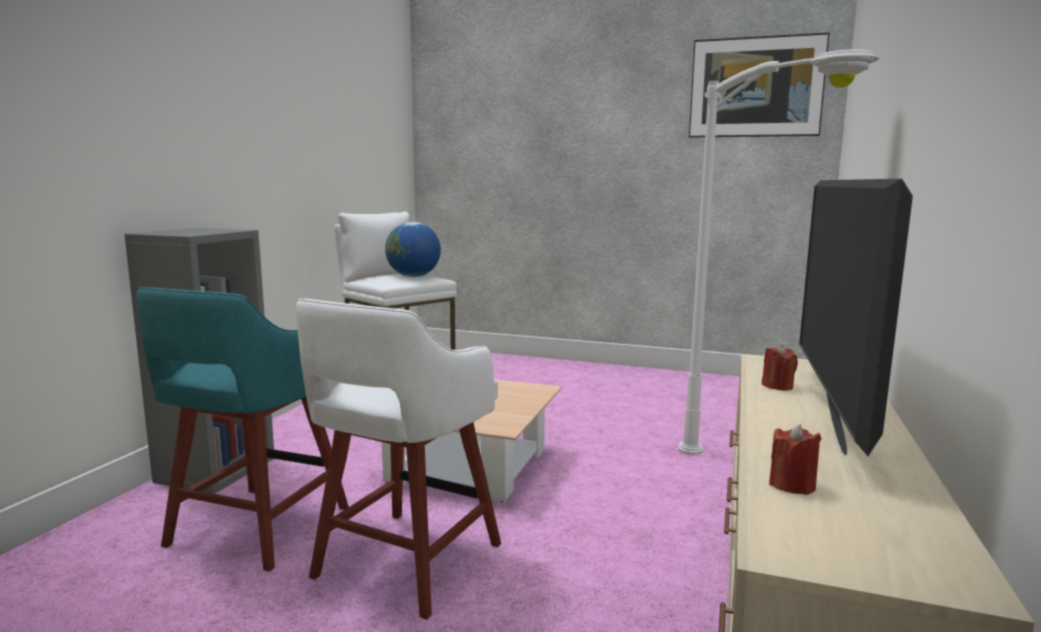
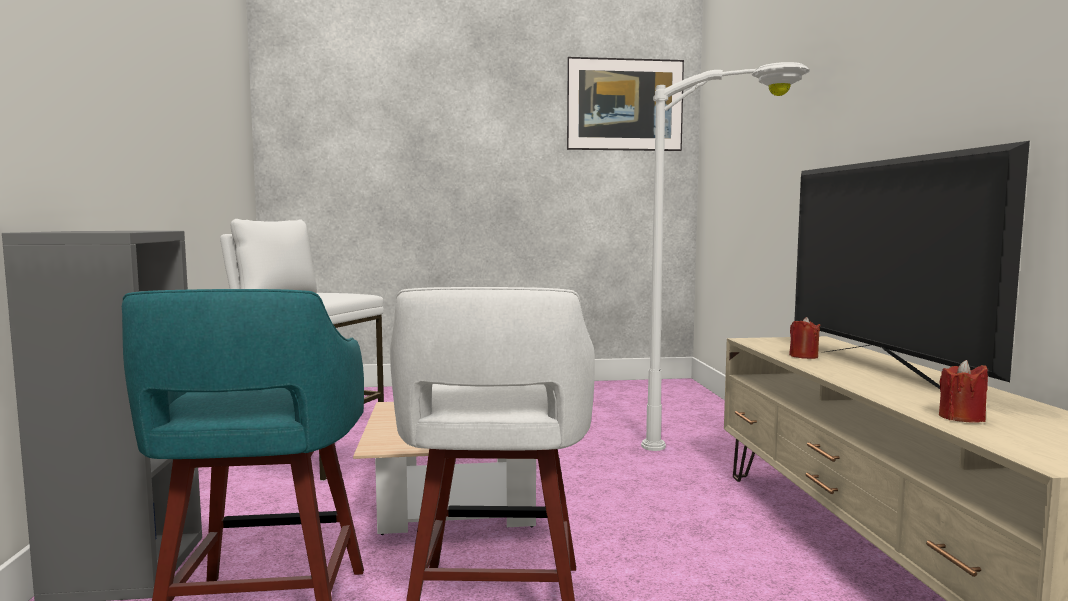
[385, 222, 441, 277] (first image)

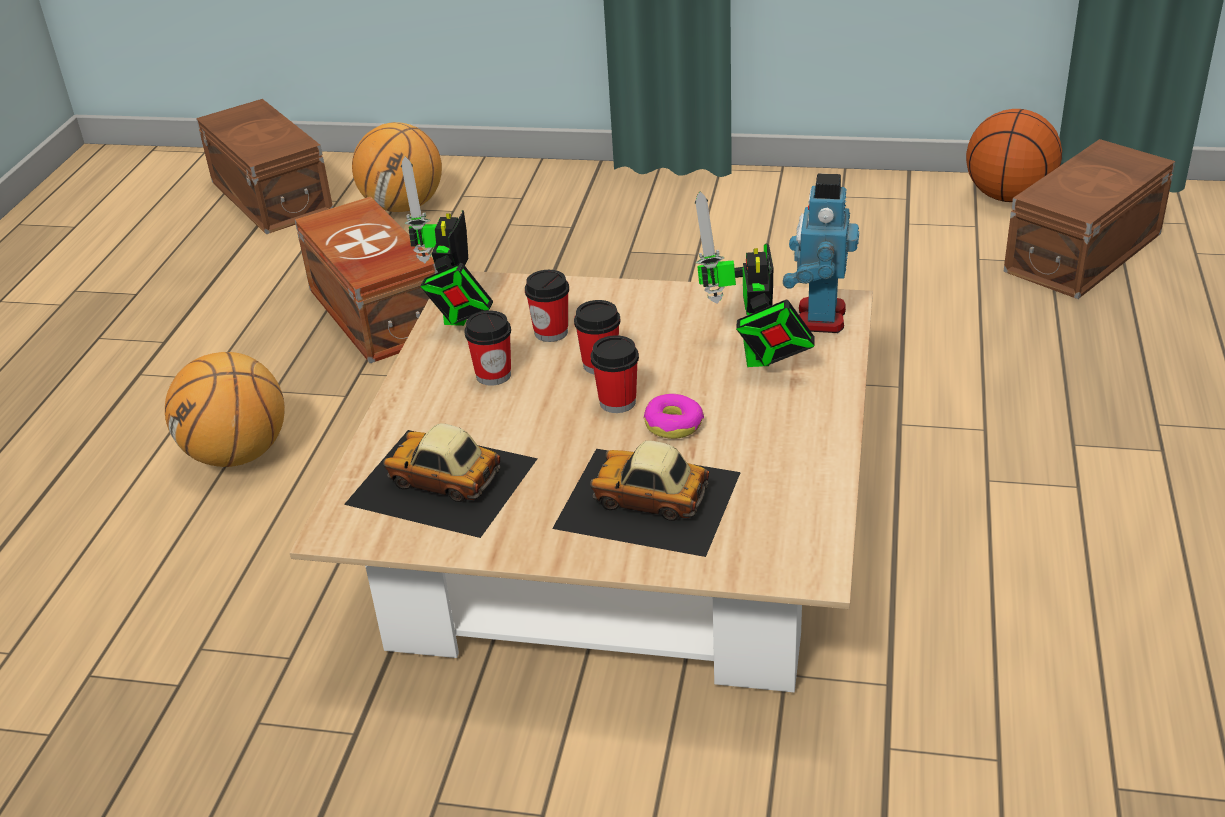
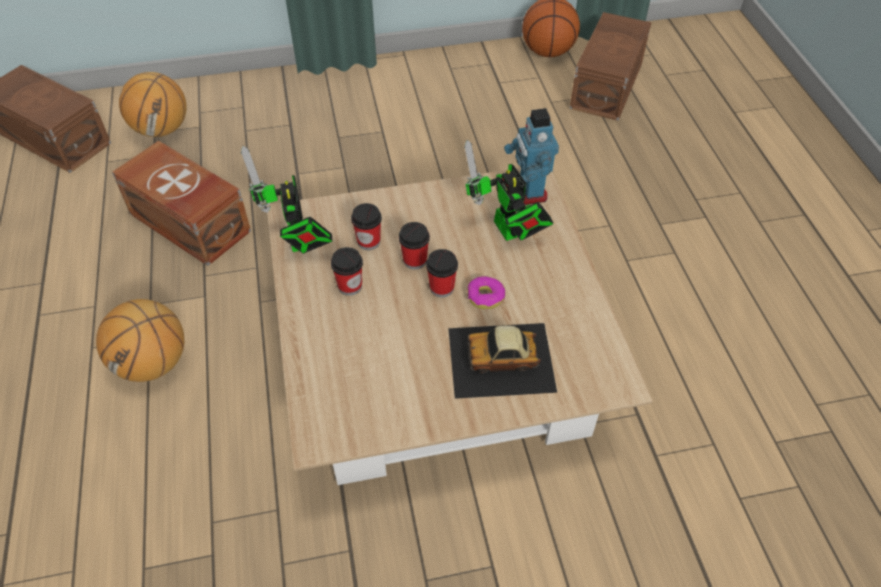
[344, 423, 538, 538] (first image)

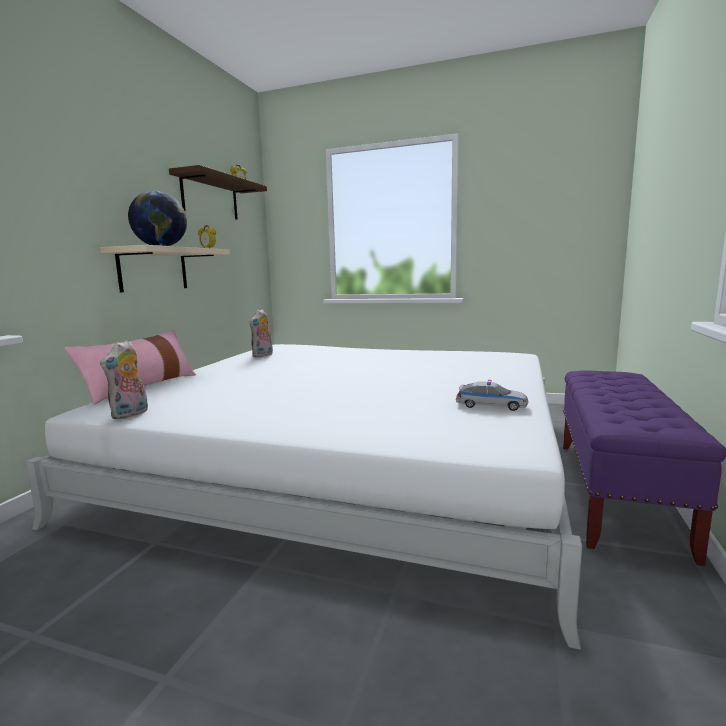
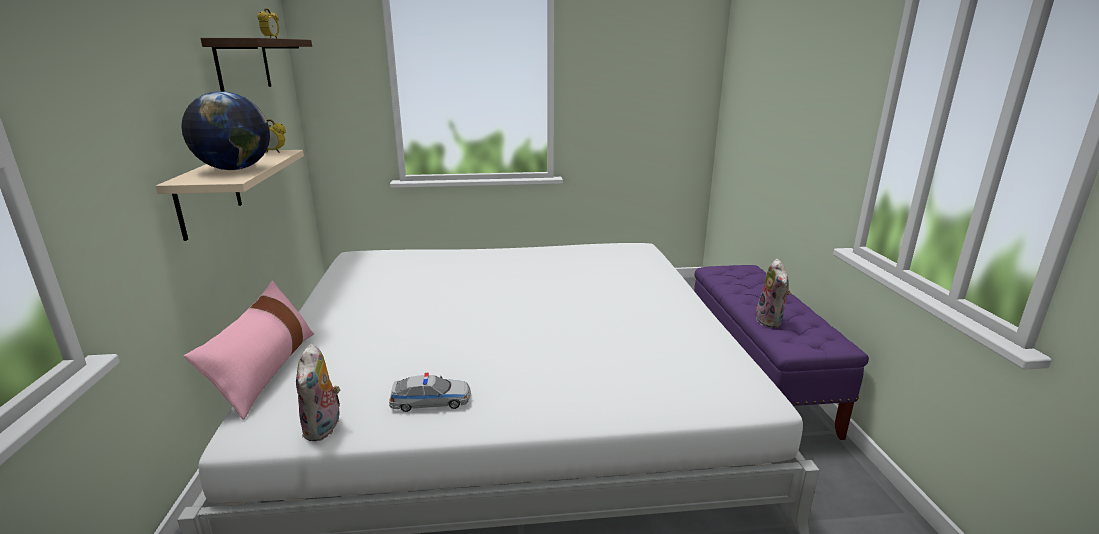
[756, 258, 791, 328]
[389, 373, 471, 412]

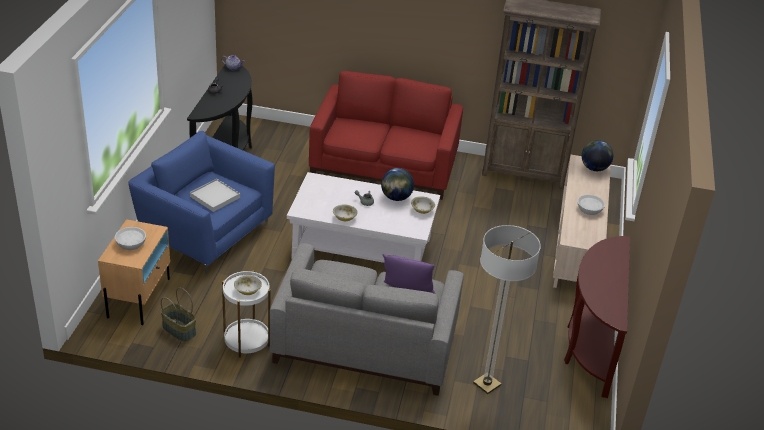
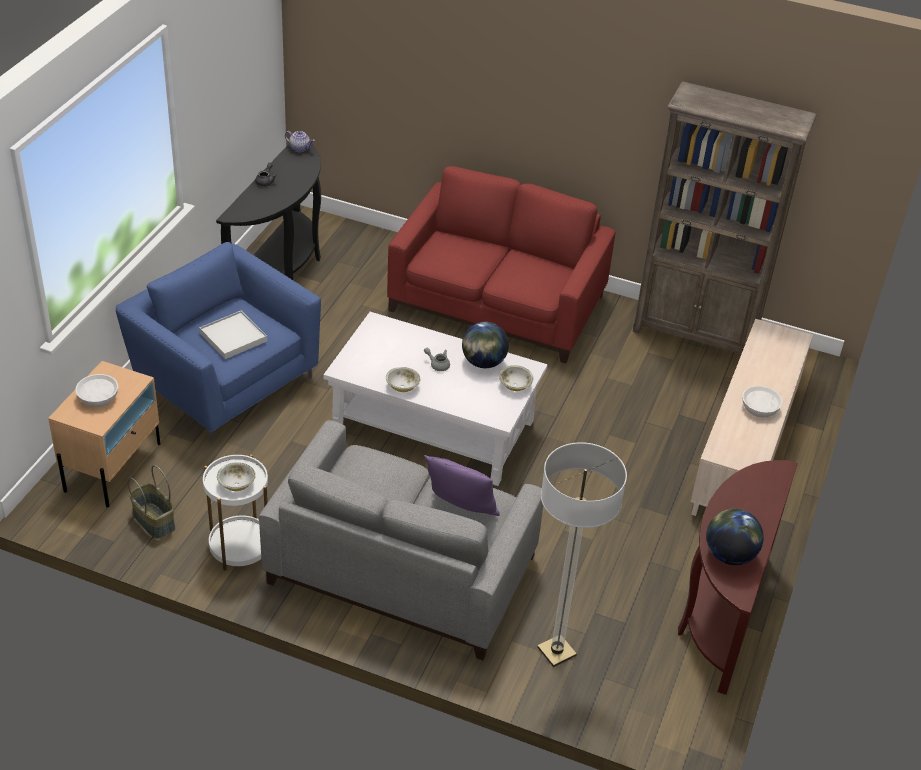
[706, 509, 764, 565]

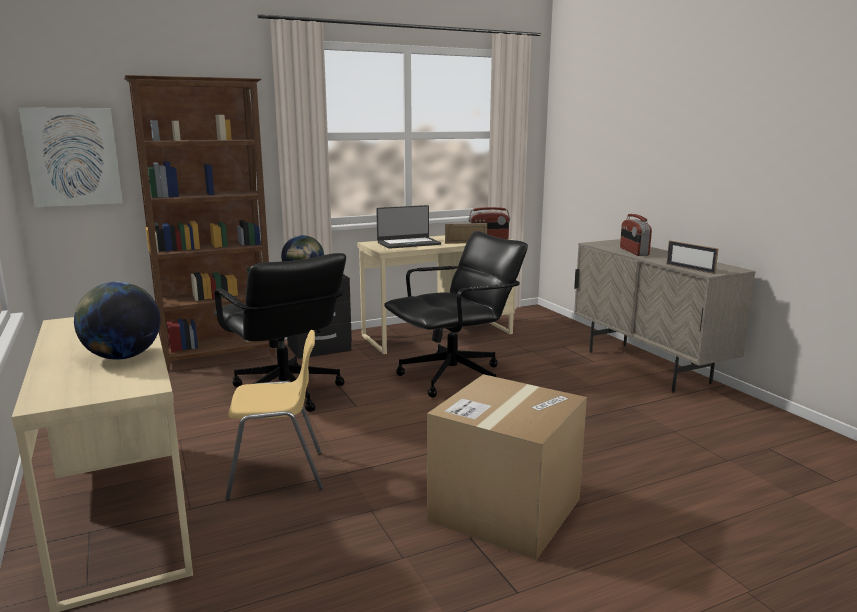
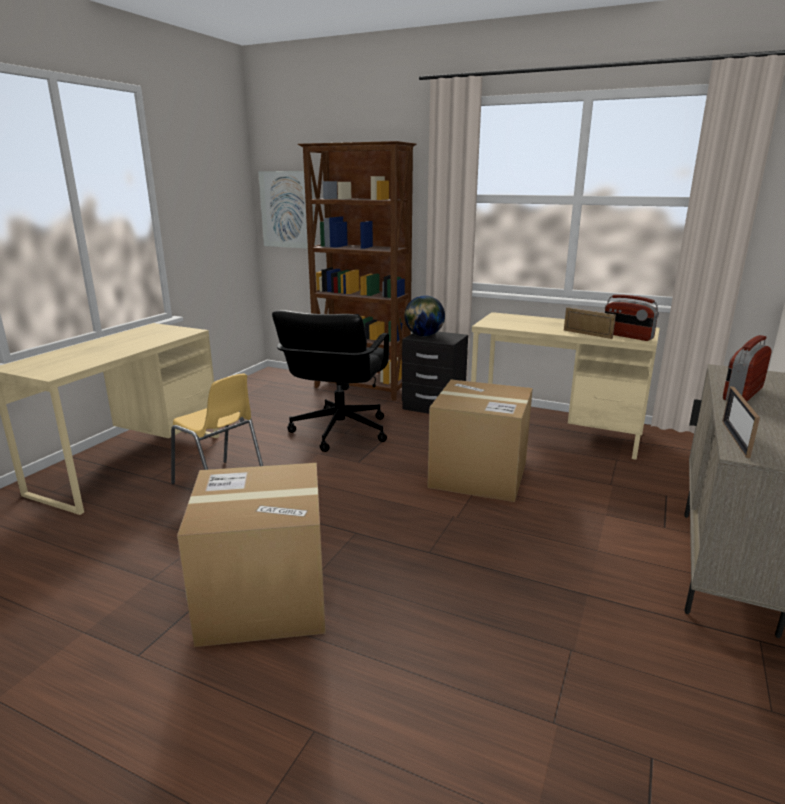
[74, 282, 161, 360] (first image)
[376, 205, 441, 249] (first image)
[427, 380, 533, 502]

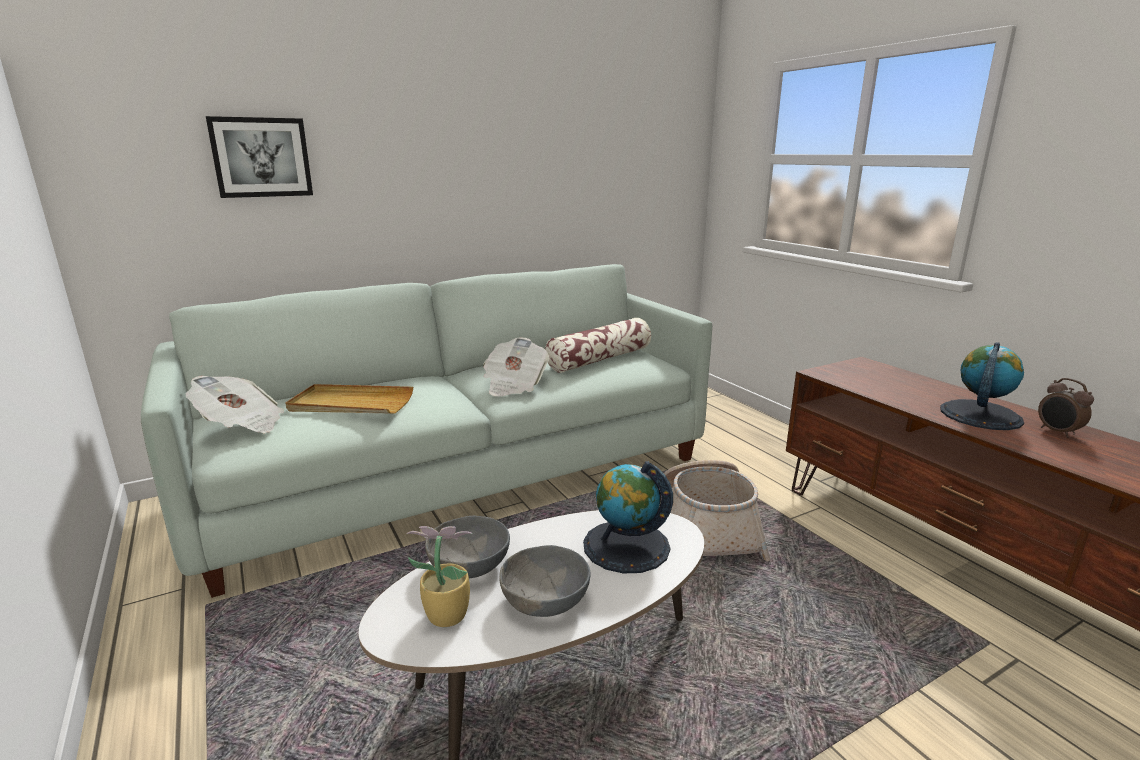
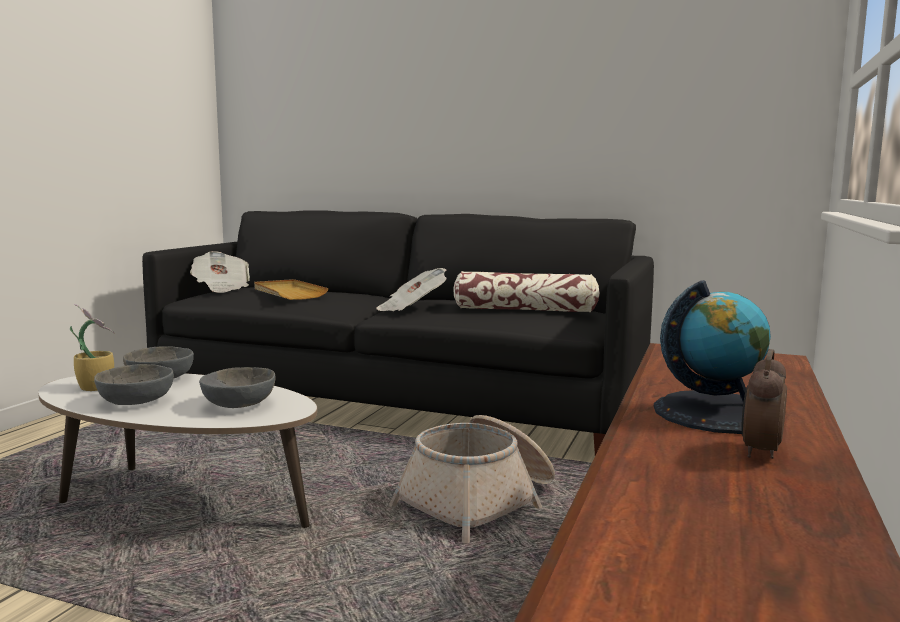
[142, 210, 654, 455]
[206, 116, 313, 198] (first image)
[199, 367, 276, 408]

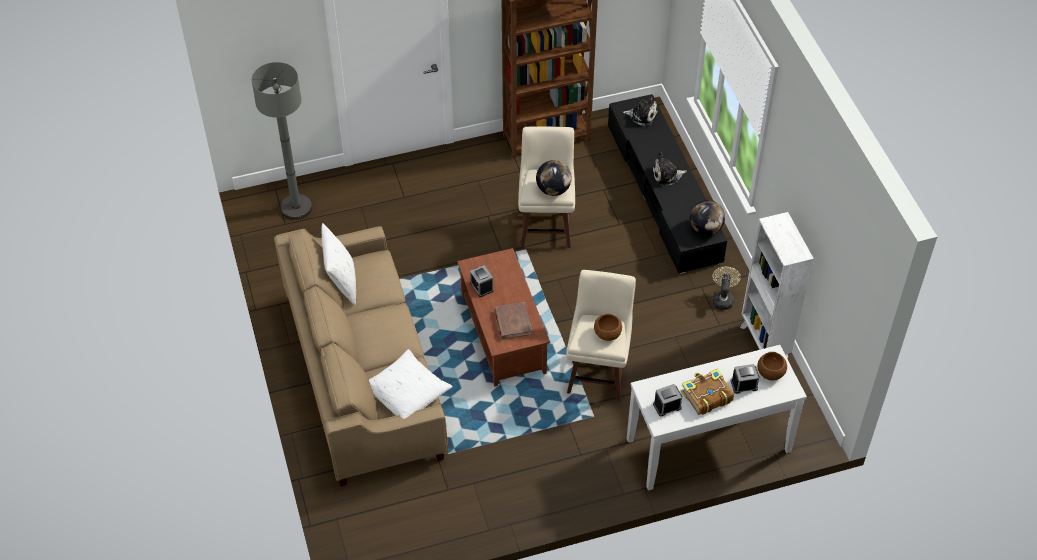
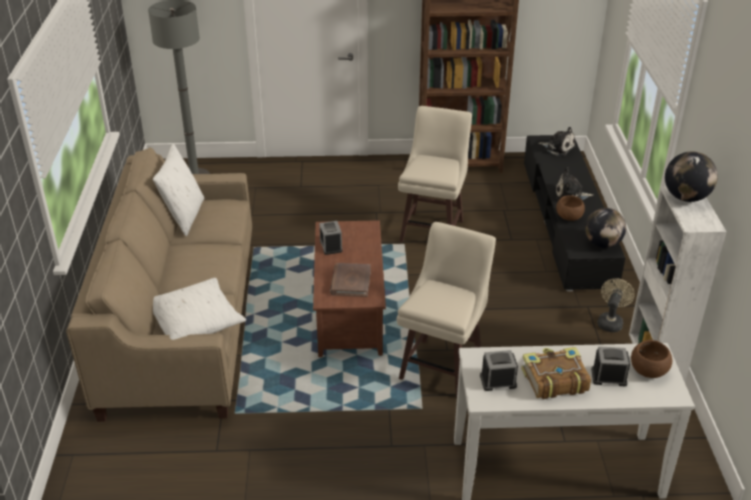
[665, 151, 718, 202]
[556, 195, 585, 221]

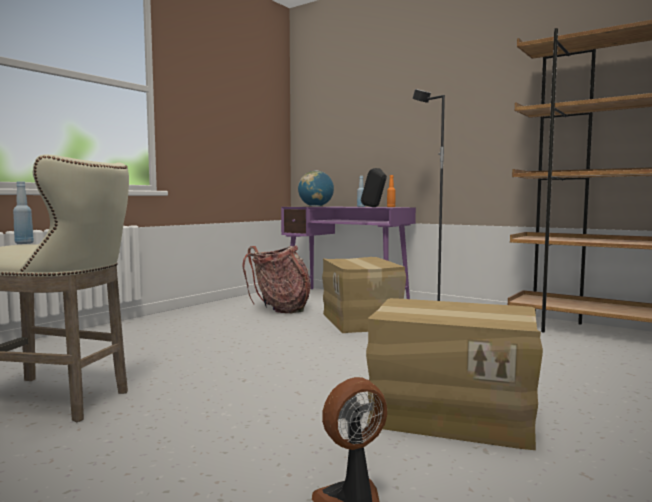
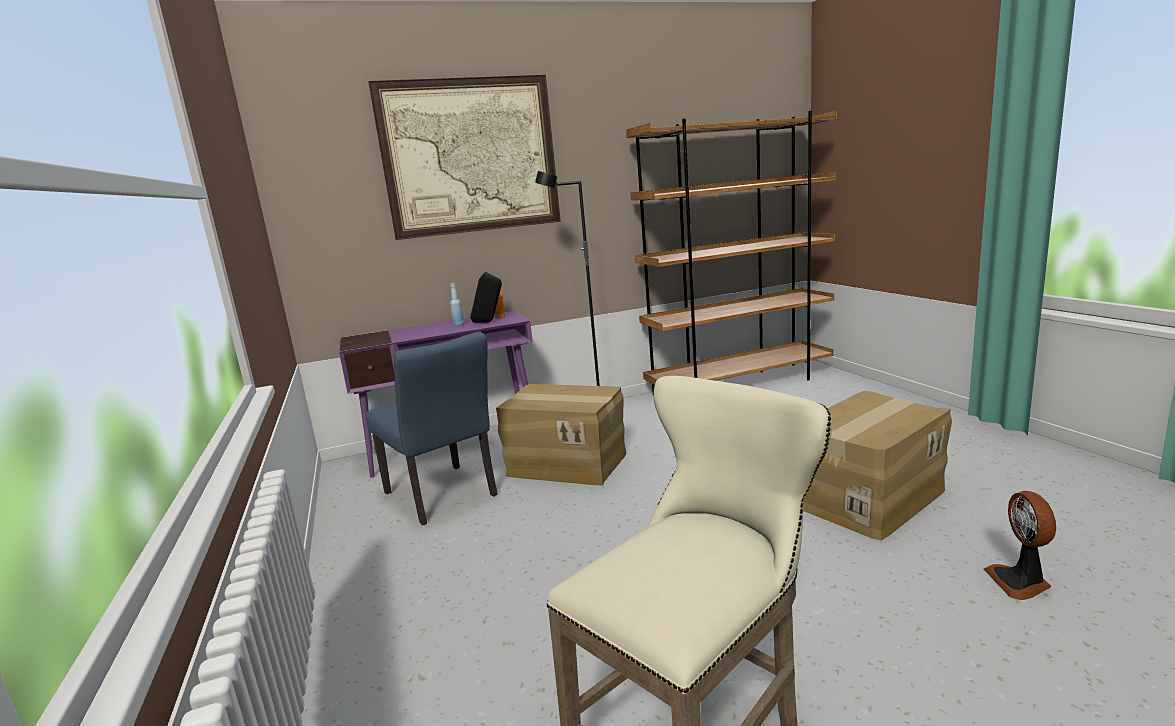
[13, 181, 34, 244] (first image)
[366, 332, 498, 525]
[298, 171, 334, 207] (first image)
[368, 75, 561, 240]

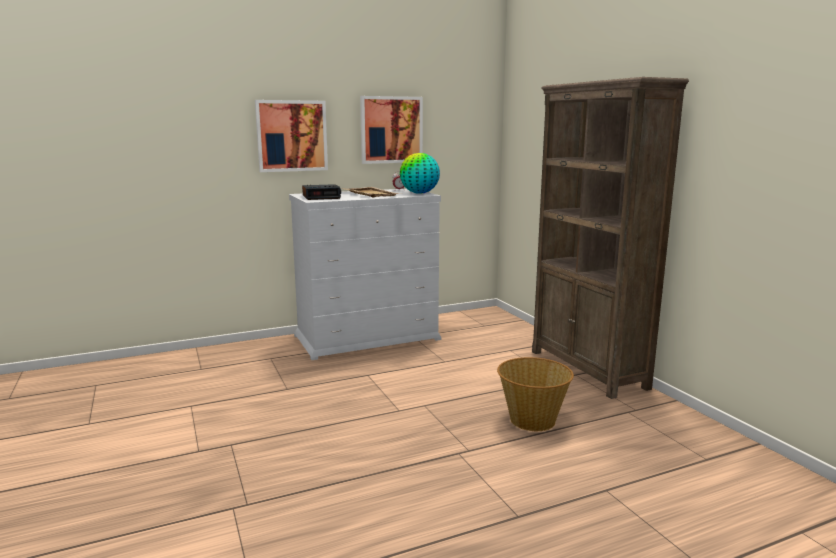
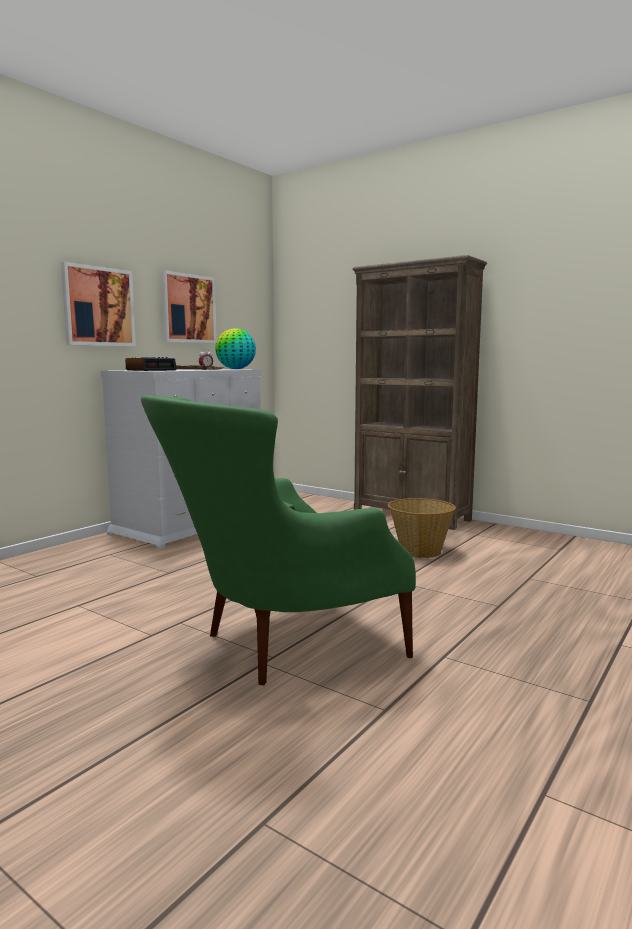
[141, 395, 416, 685]

